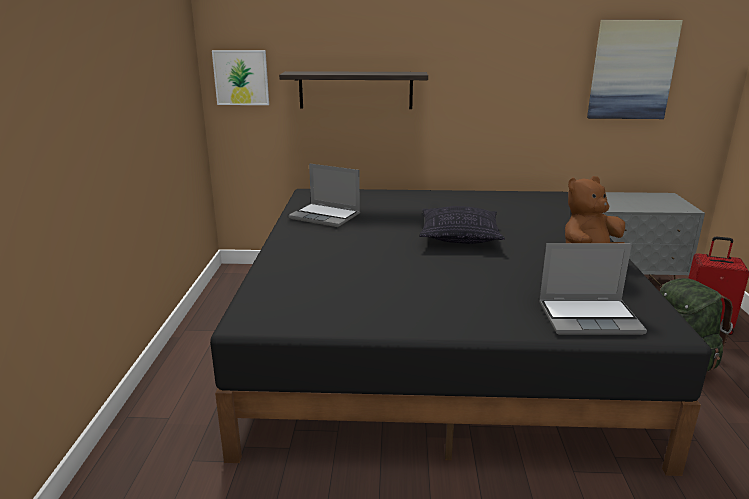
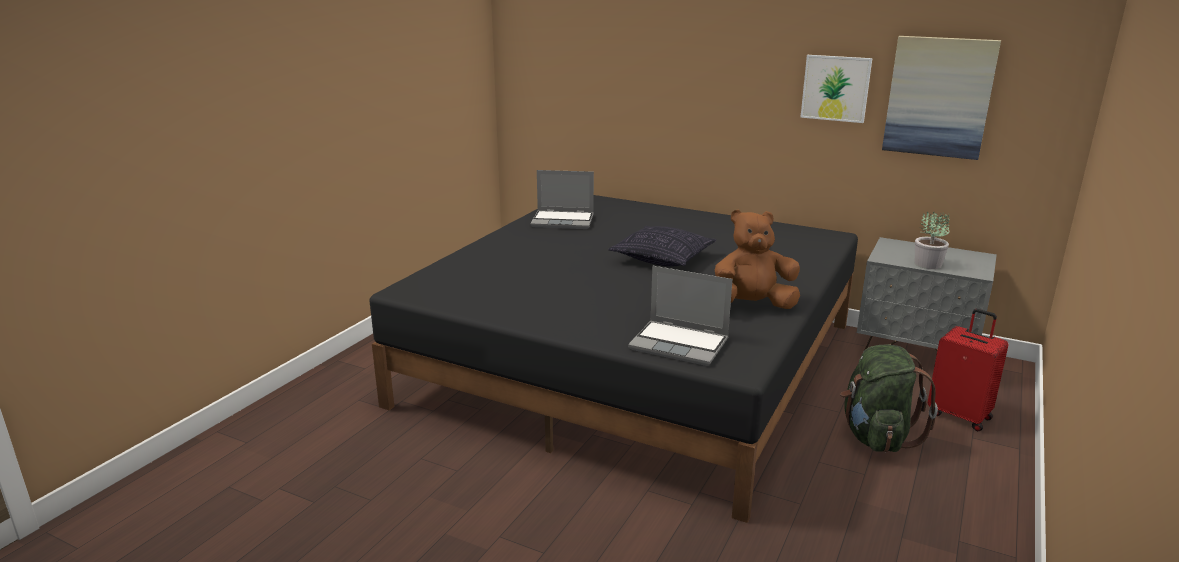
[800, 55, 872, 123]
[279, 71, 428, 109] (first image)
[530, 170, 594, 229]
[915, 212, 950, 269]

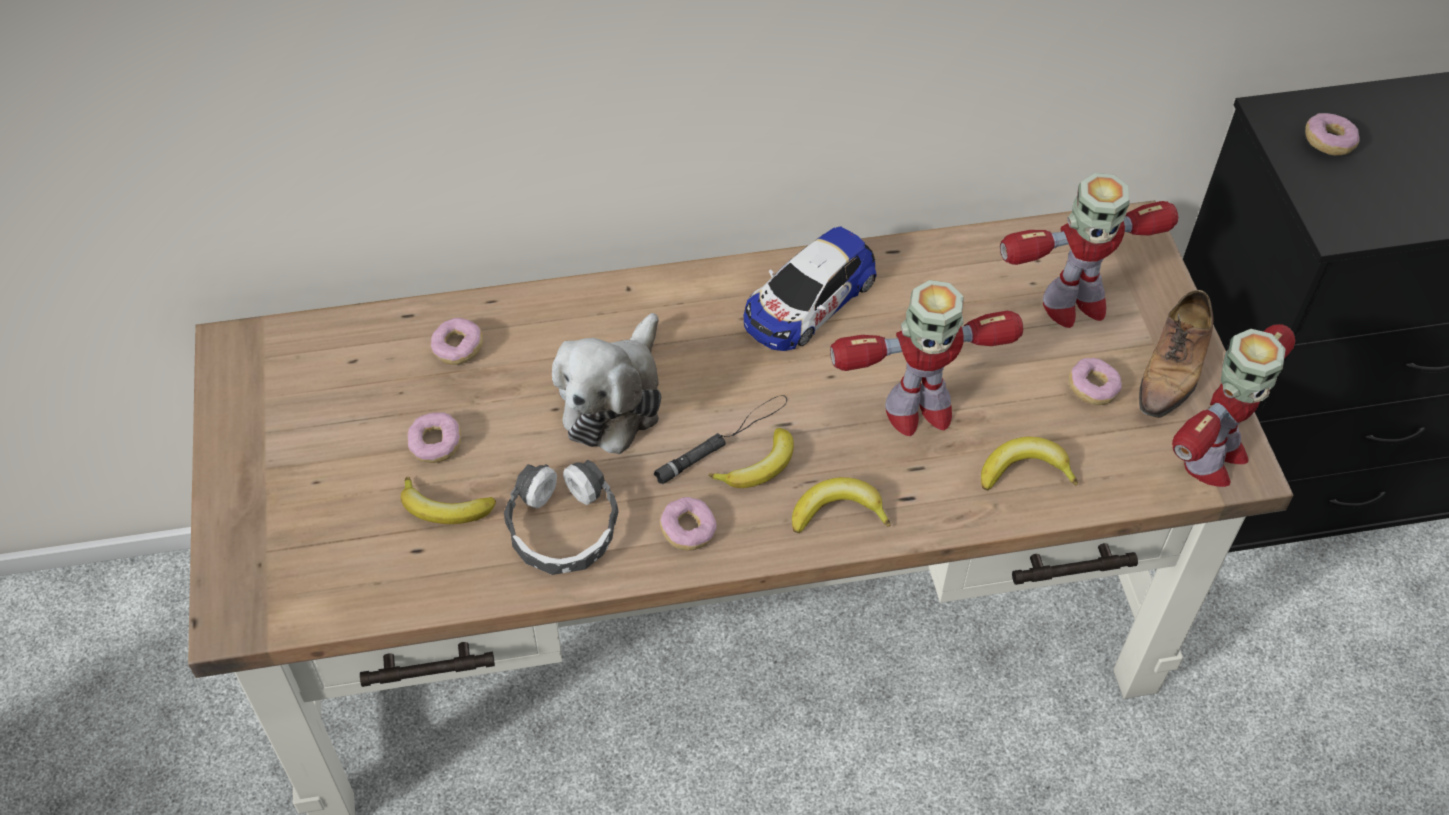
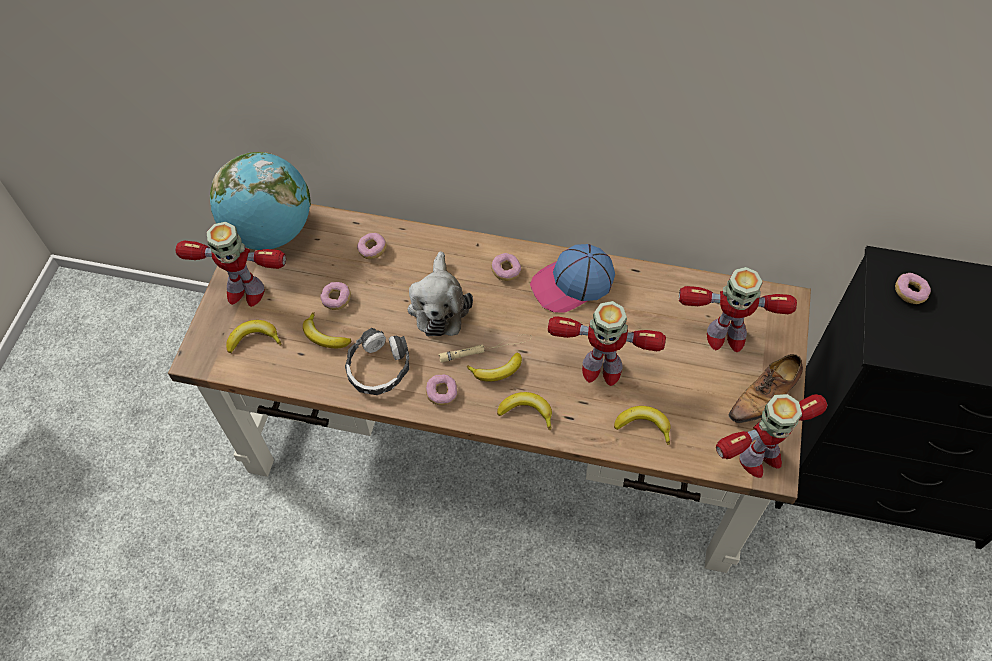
[407, 251, 473, 336]
[439, 334, 532, 363]
[530, 244, 615, 313]
[491, 253, 521, 281]
[176, 222, 286, 307]
[210, 152, 311, 250]
[226, 320, 282, 353]

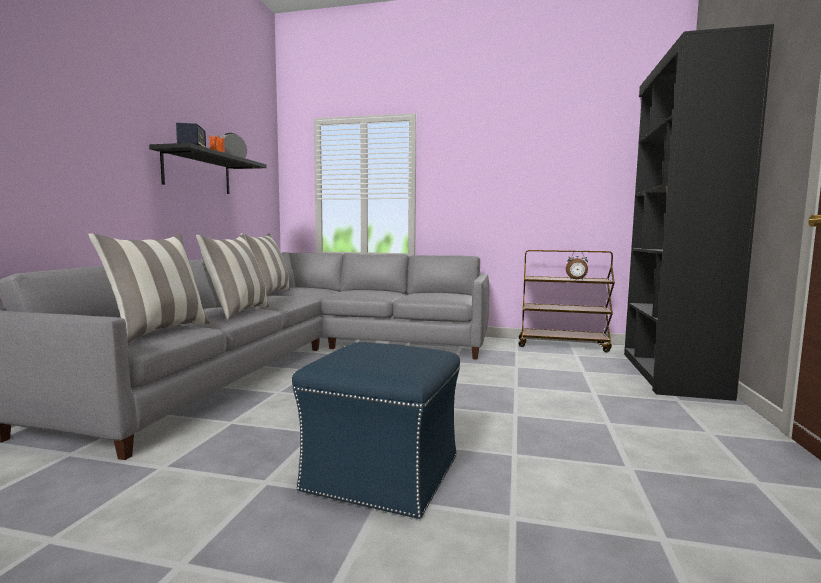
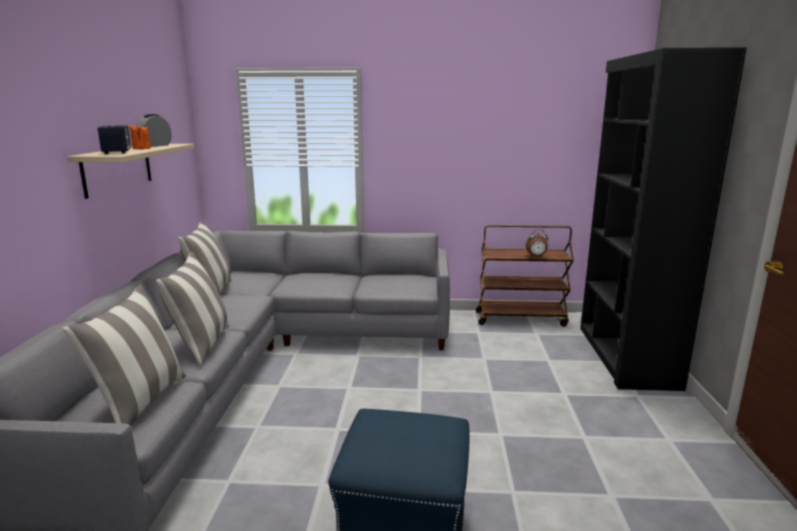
[67, 144, 194, 199]

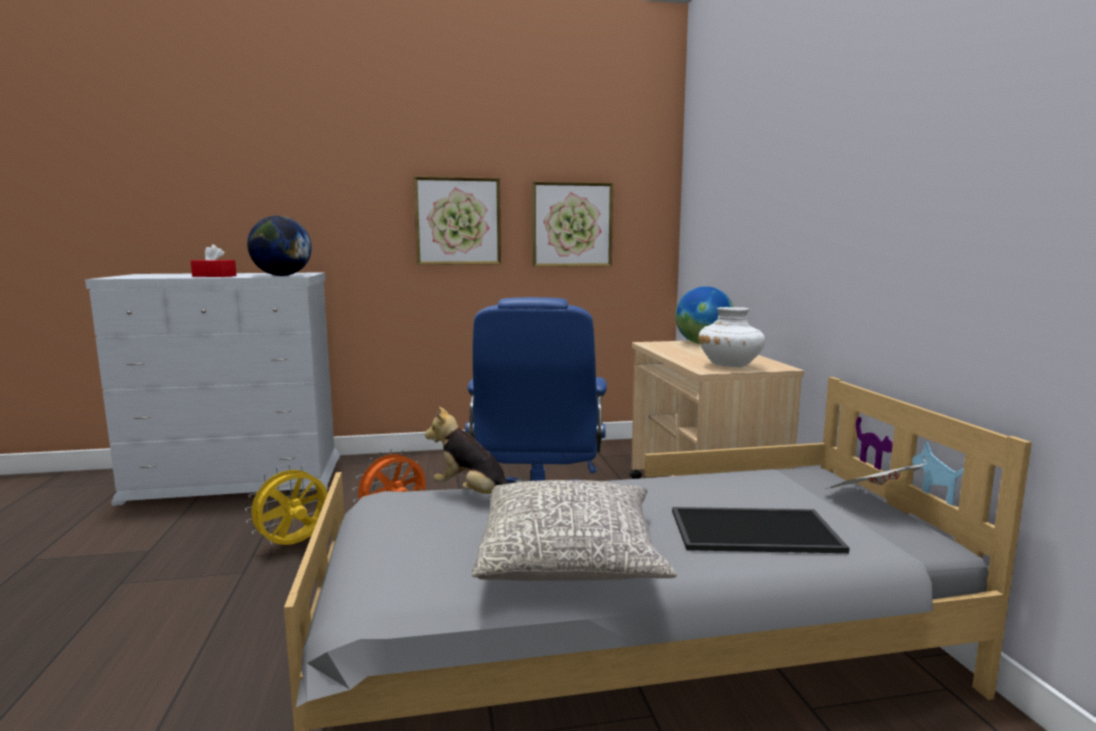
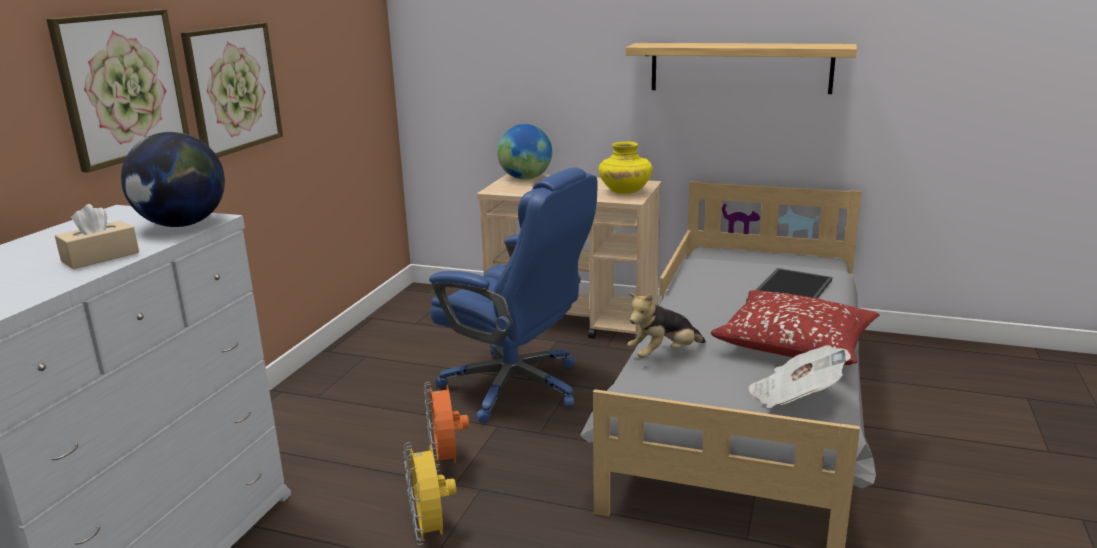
[55, 204, 139, 269]
[711, 290, 880, 365]
[46, 9, 190, 173]
[599, 141, 653, 194]
[748, 345, 851, 408]
[625, 43, 857, 94]

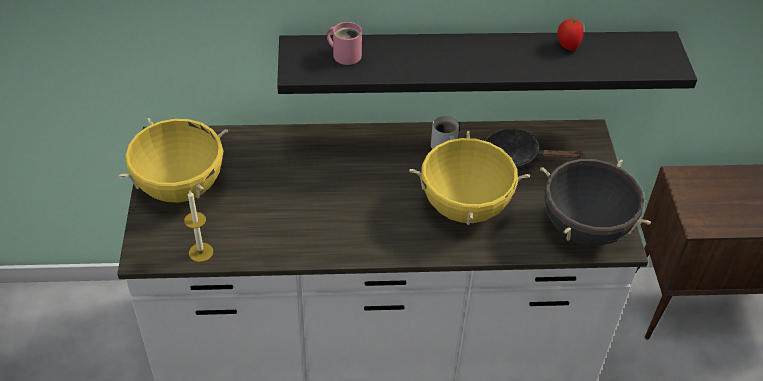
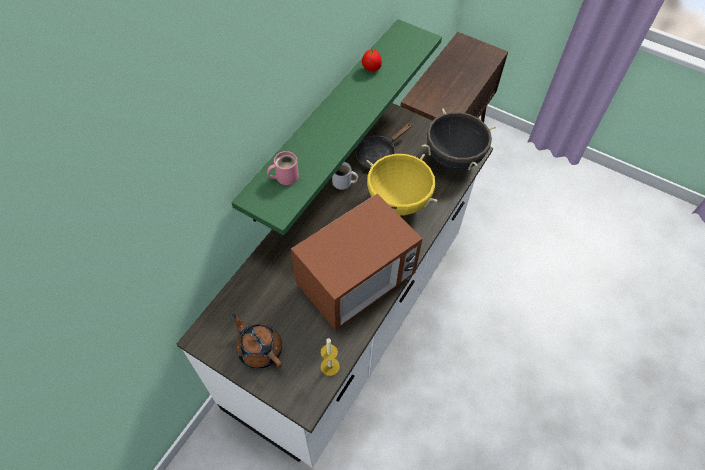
[231, 314, 282, 369]
[232, 19, 442, 235]
[291, 193, 423, 330]

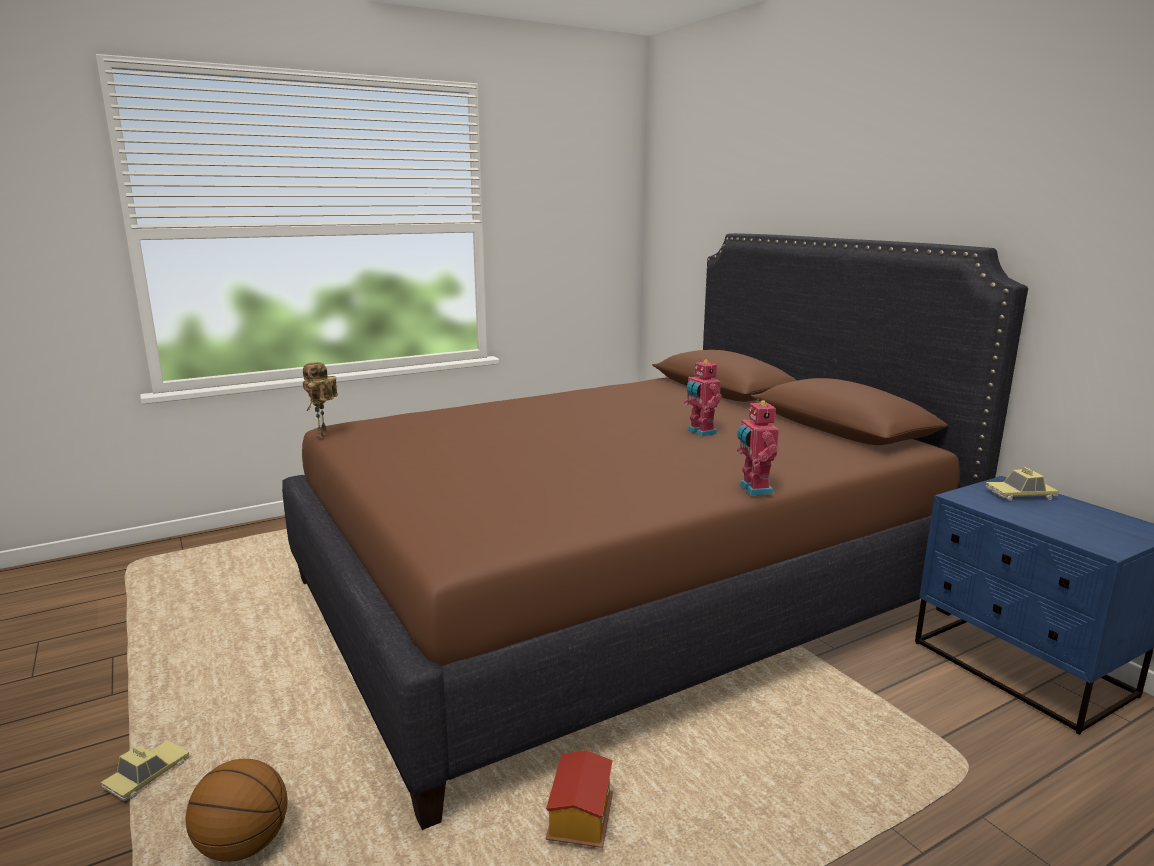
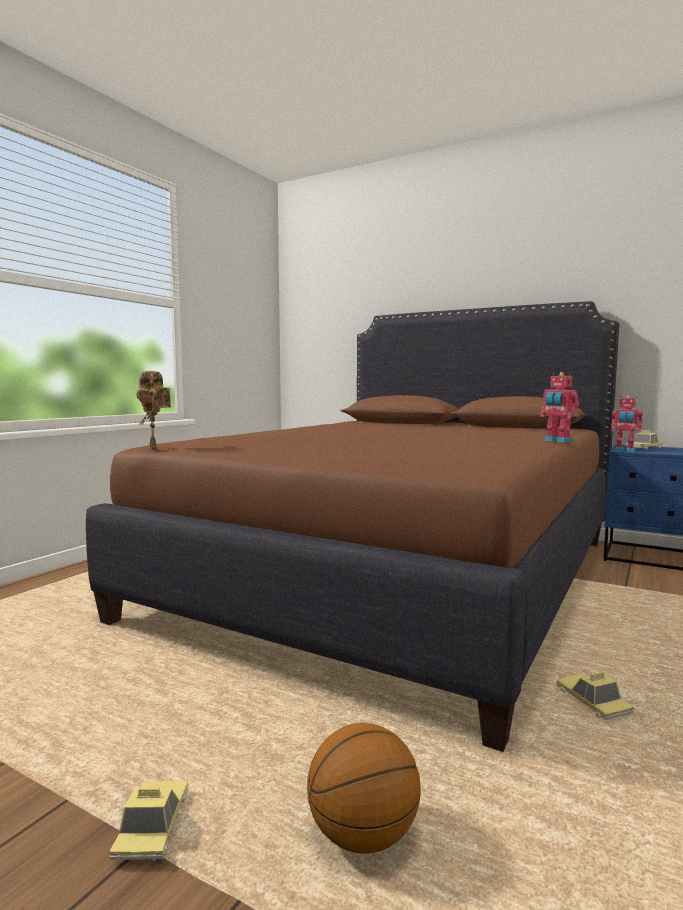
[556, 672, 634, 720]
[611, 395, 643, 452]

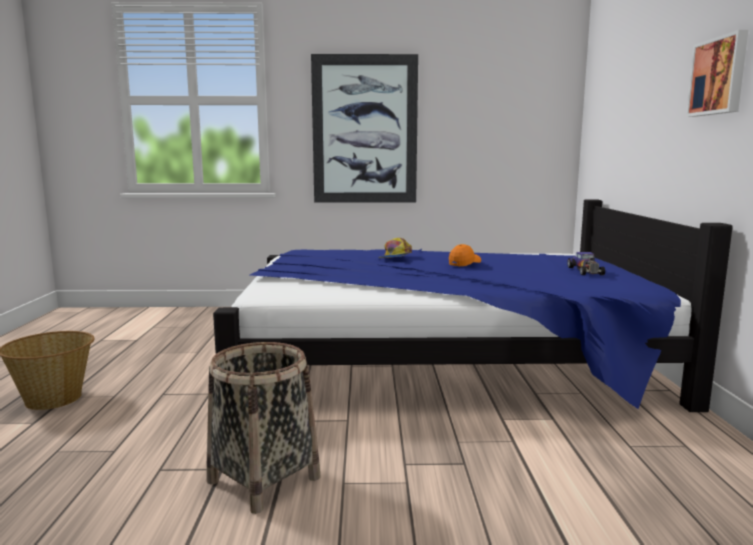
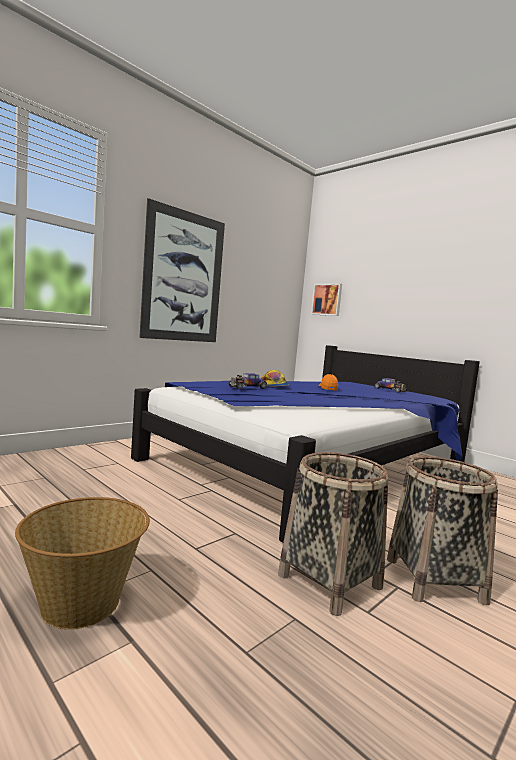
[311, 283, 342, 316]
[228, 373, 267, 389]
[278, 452, 388, 616]

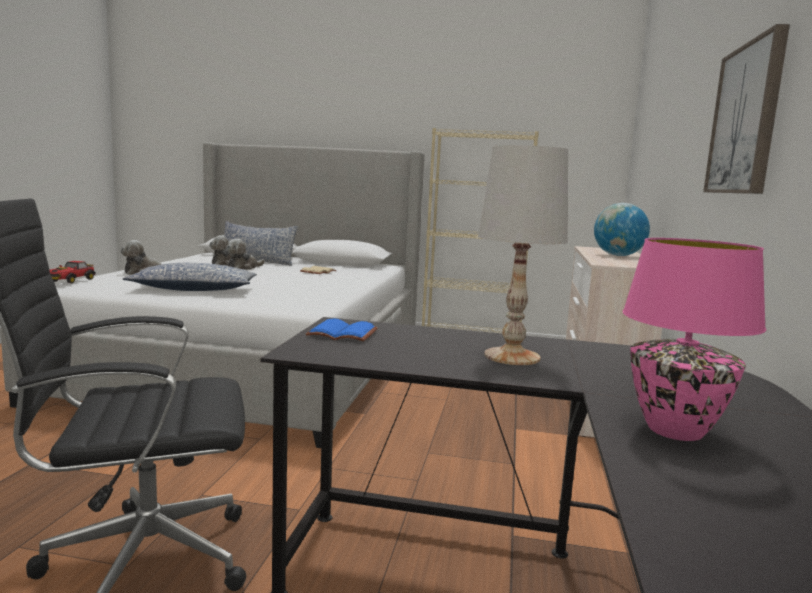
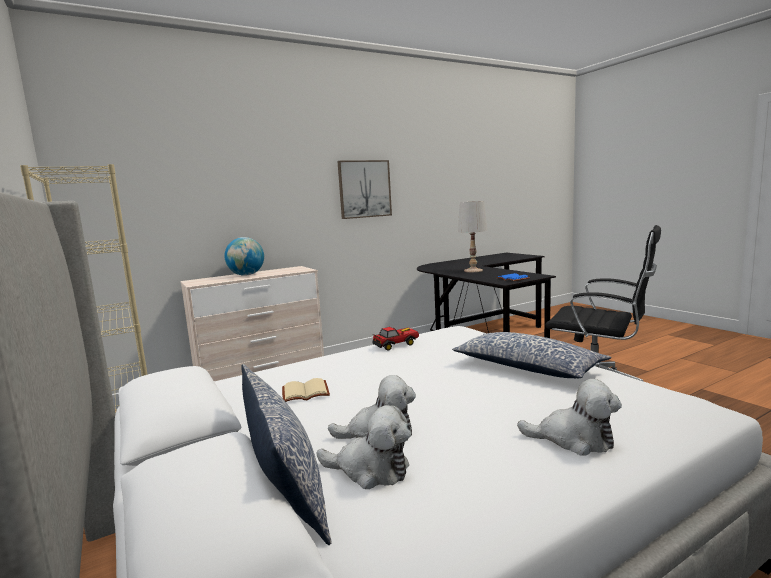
[372, 327, 419, 351]
[623, 238, 766, 441] (first image)

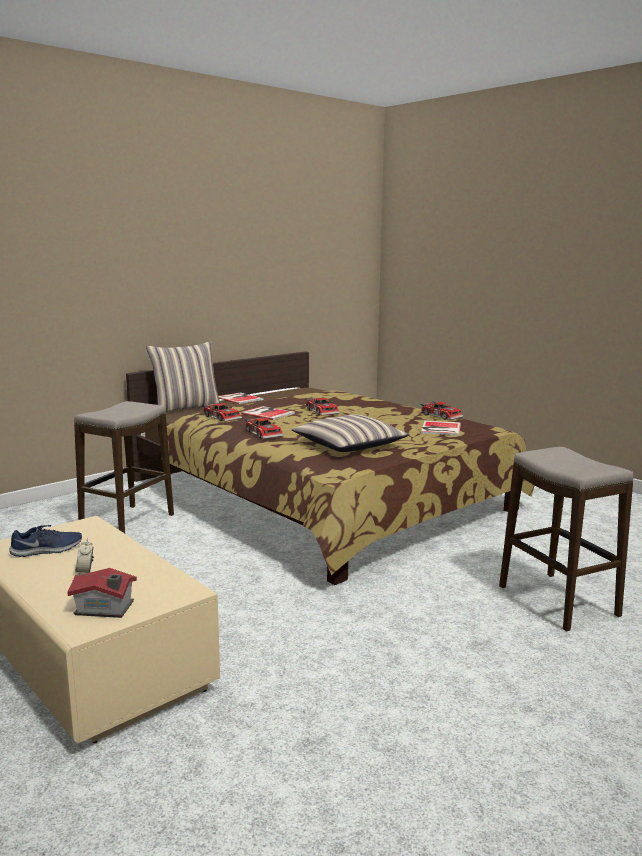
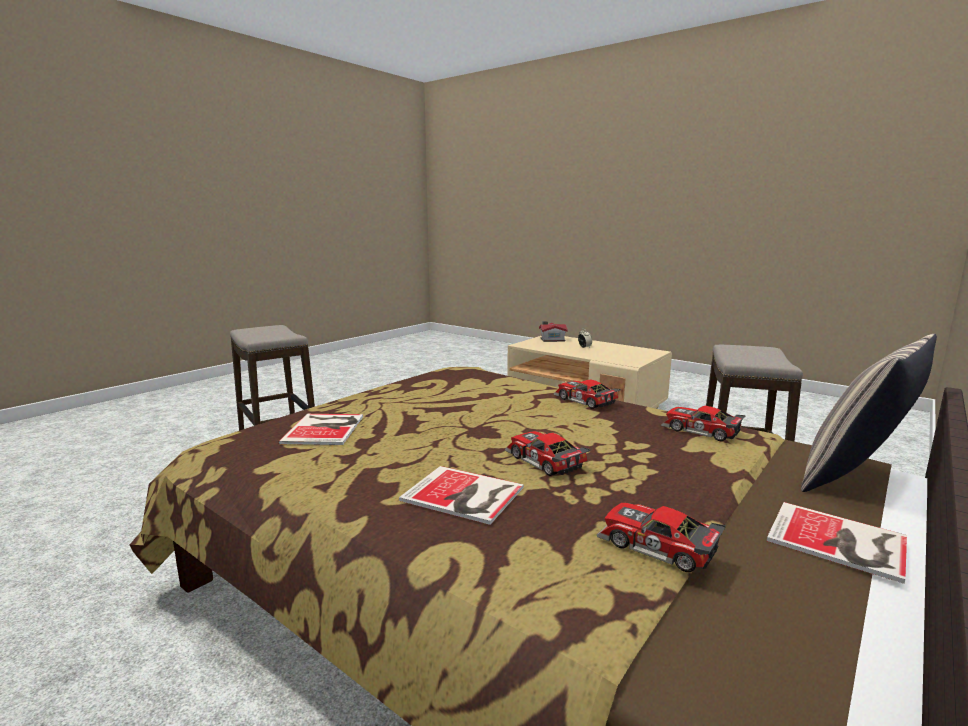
[9, 525, 82, 557] (first image)
[399, 466, 524, 525]
[292, 414, 409, 452] (first image)
[597, 503, 726, 572]

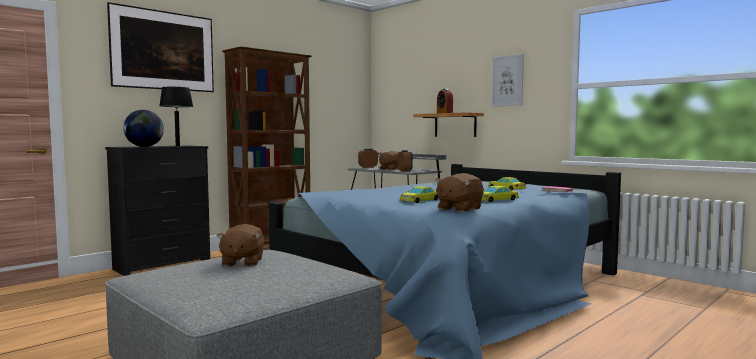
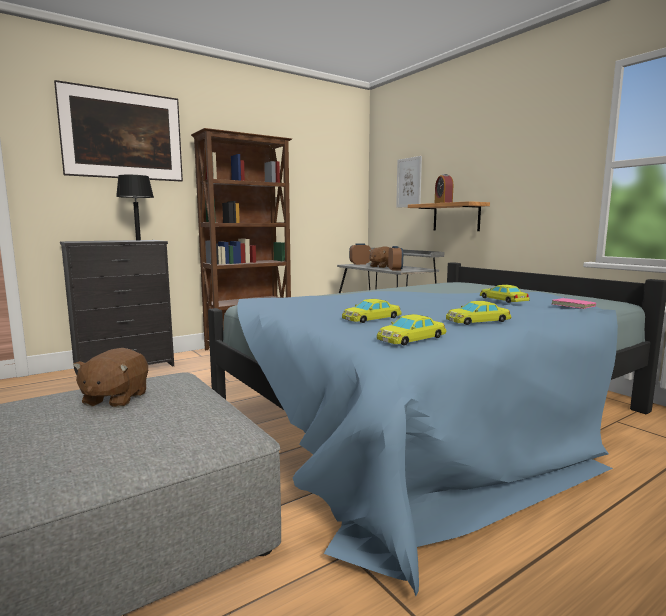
[123, 110, 164, 147] (first image)
[377, 314, 447, 346]
[396, 156, 422, 208]

